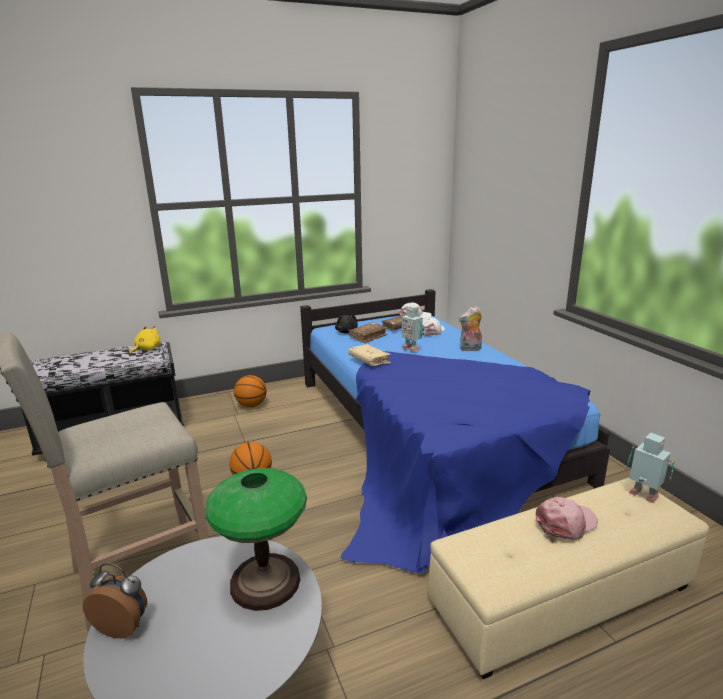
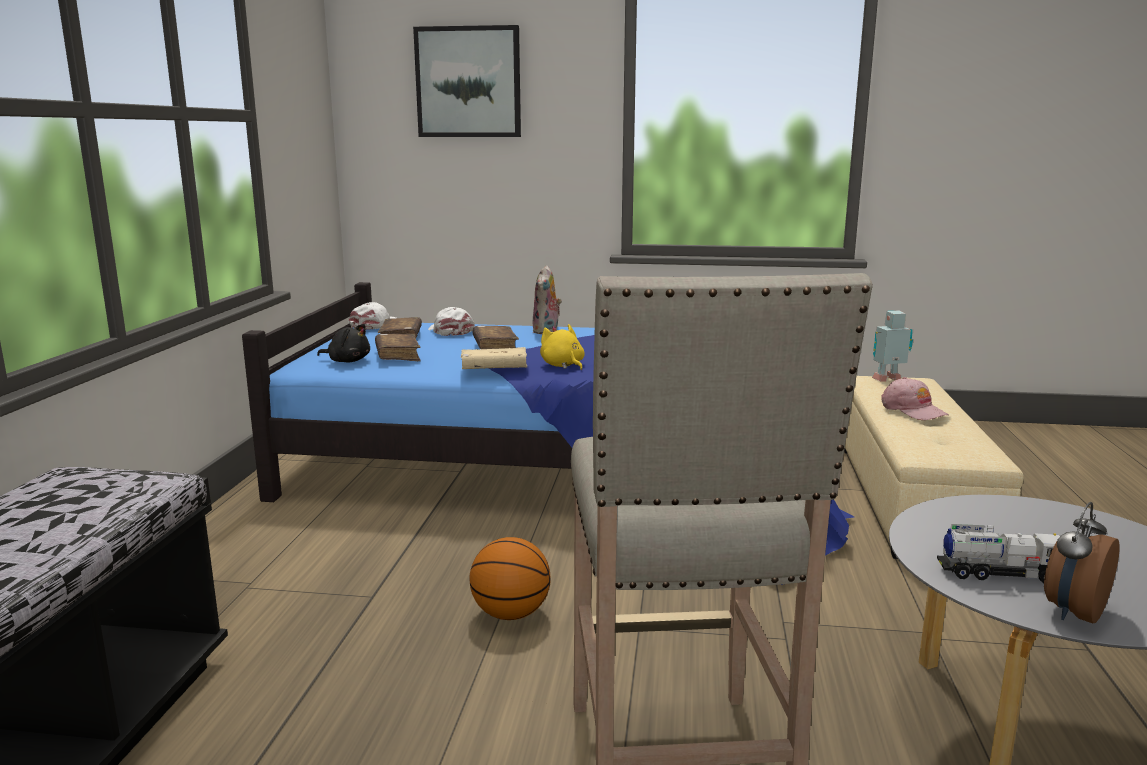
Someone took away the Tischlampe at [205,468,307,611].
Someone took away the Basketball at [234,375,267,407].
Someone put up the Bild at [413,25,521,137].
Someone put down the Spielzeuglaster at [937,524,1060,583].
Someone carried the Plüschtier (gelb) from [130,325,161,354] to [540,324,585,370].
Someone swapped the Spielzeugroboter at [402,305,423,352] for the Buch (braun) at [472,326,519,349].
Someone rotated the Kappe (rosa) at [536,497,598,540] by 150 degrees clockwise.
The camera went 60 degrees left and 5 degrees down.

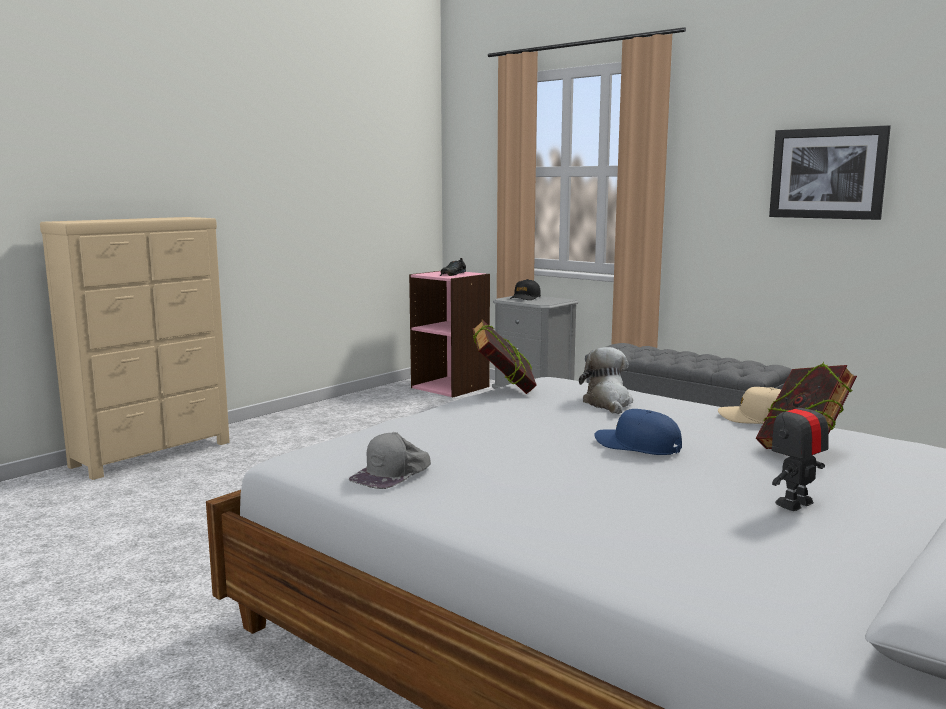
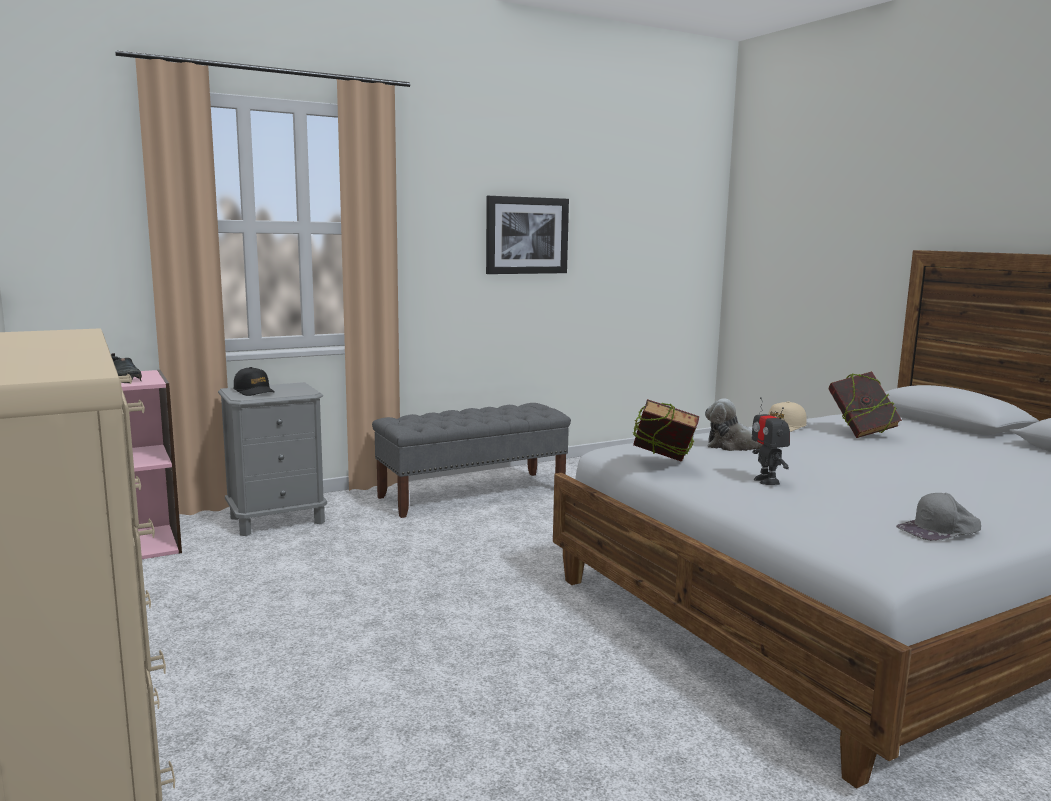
Someone took away the Kappe (blau) at [594,409,682,455].
Someone carried the Spielzeugroboter from [772,386,829,511] to [752,397,790,485].
Someone rotated the Kappe (grau) at [349,432,431,489] by 105 degrees clockwise.
The camera went 70 degrees left and 0 degrees up.

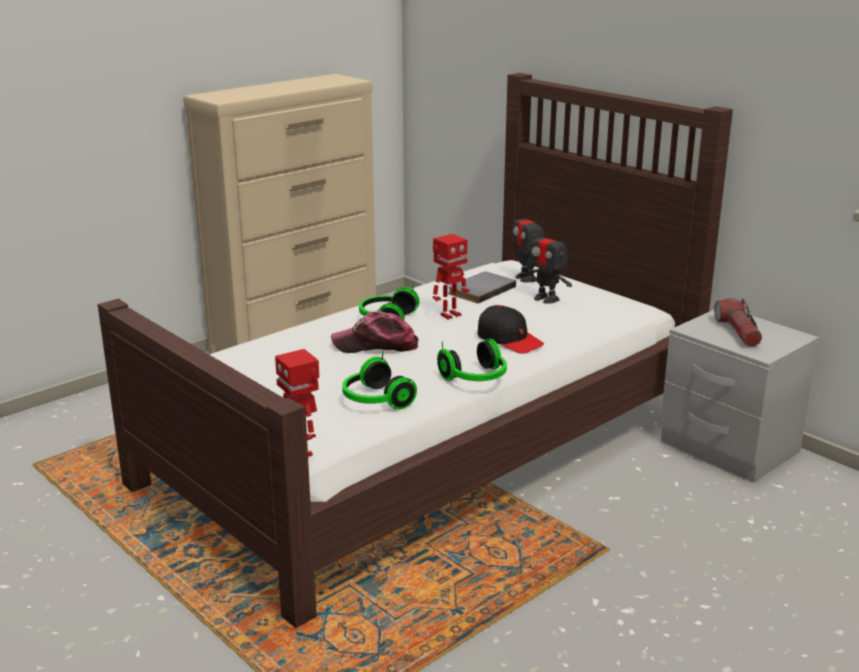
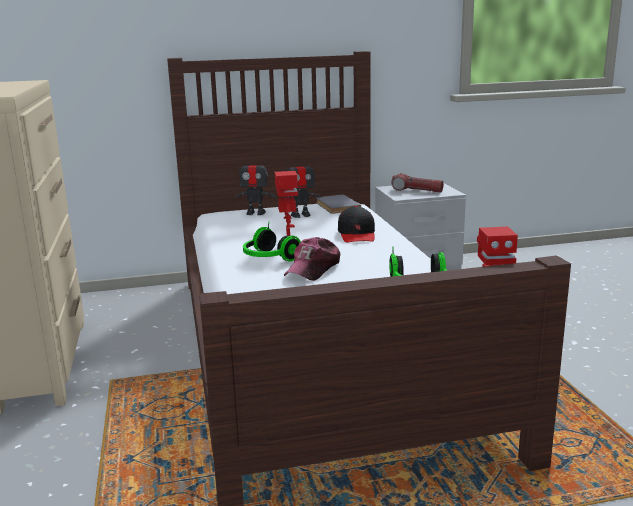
Someone took away the Kopfhörer at [437,339,507,381].
Someone carried the Buch (grau) from [448,272,516,304] to [316,194,361,214].
Someone rotated the Kappe (schwarz) at [477,305,544,354] by 105 degrees clockwise.
The camera went 60 degrees left and 5 degrees down.

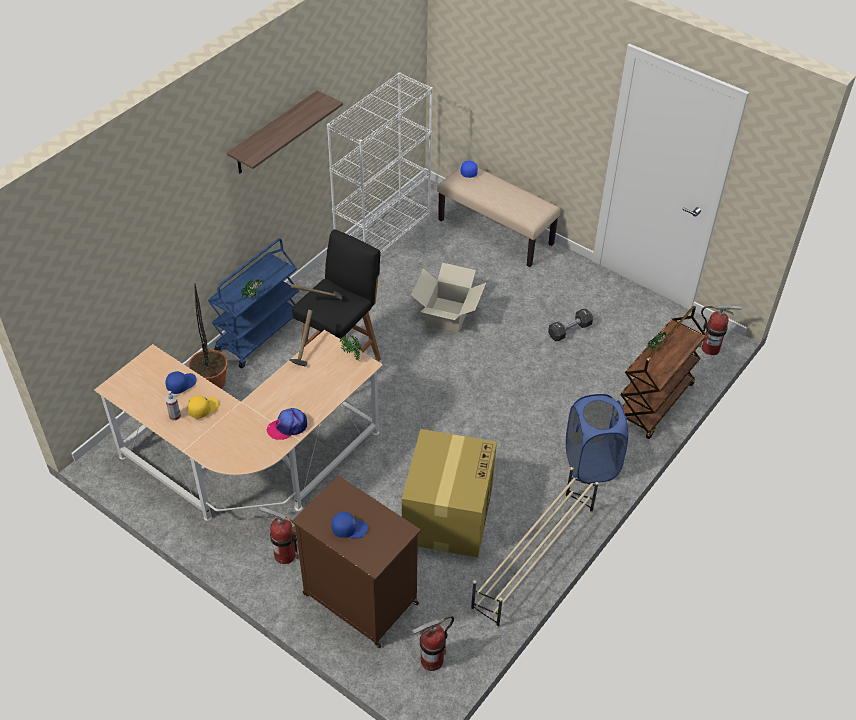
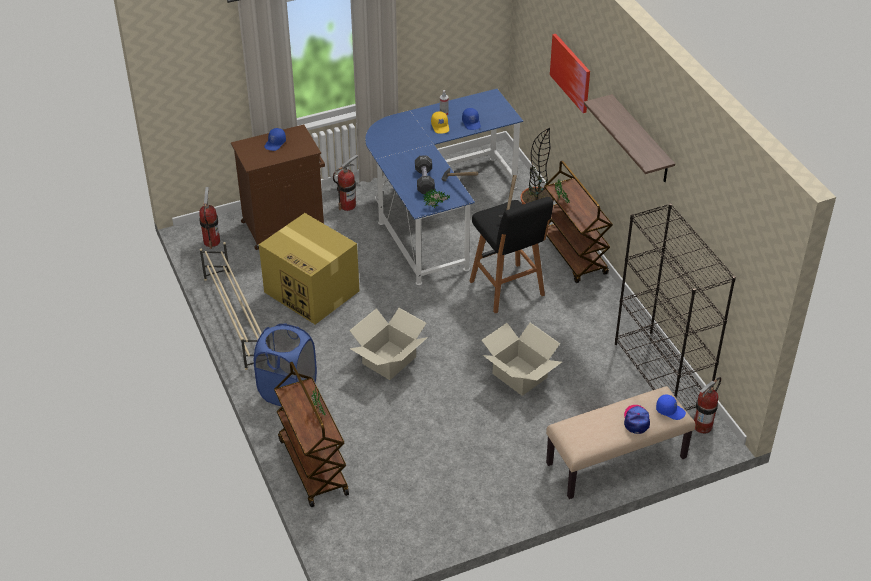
Someone put down the Karton at [349,308,428,380].
Someone put up the Bild at [550,34,590,113].
Someone carried the Kappe from [267,408,307,440] to [624,405,650,434].
Someone carried the Hantel (schwarz) from [548,309,593,341] to [415,155,435,194].
Someone carried the Feuerlöscher from [699,305,742,355] to [694,377,721,434].
Someone repainted the Schreibtisch (beige) at [94,330,383,521], which became the Schreibtisch (blau) at [365,89,523,285].
Someone repainted the Rollwagen (blau) at [208,238,299,368], which became the Rollwagen (braun) at [544,161,612,283].
Someone repainted the Bücherregal (weiß) at [327,72,433,254], which became the Bücherregal (schwarz) at [615,203,736,411].
The camera went 120 degrees right and 5 degrees down.

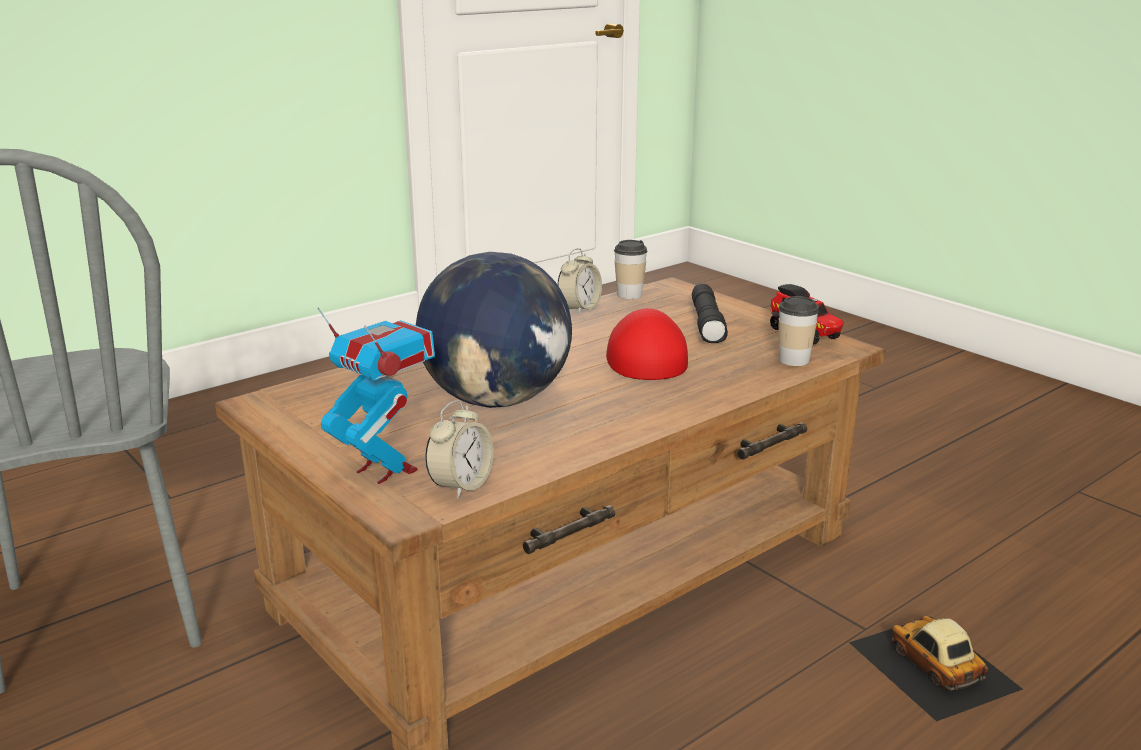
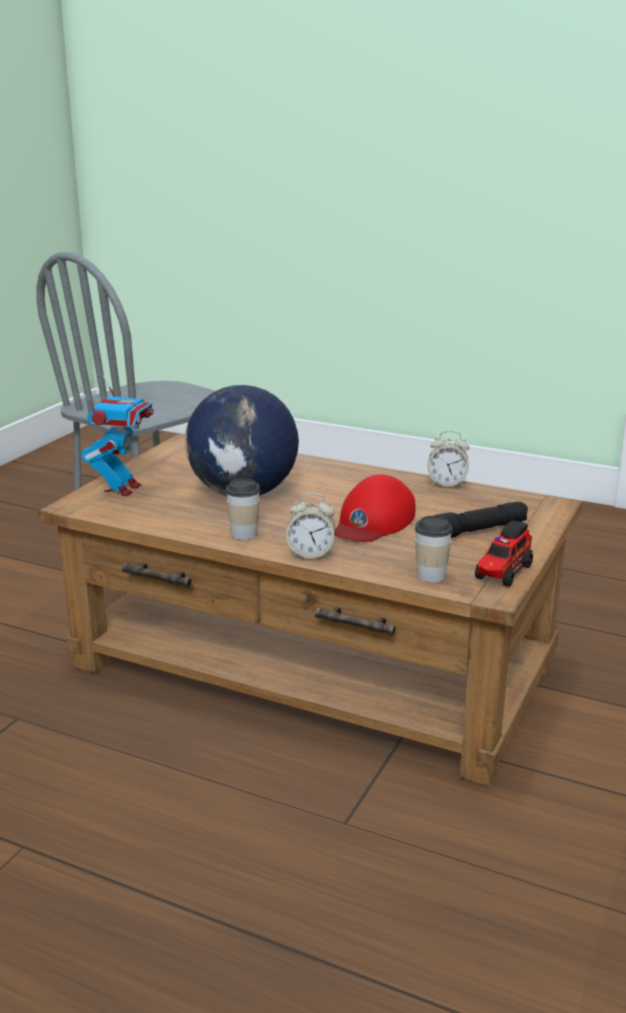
Someone took away the Spielzeugauto at [849,615,1023,722].
Someone carried the Wecker from [425,400,494,499] to [286,493,335,558].
Someone carried the Tasse from [614,240,648,299] to [226,479,260,540].
Someone rotated the Kappe (rot) at [606,308,688,380] by 150 degrees clockwise.
The camera went 65 degrees right and 0 degrees up.

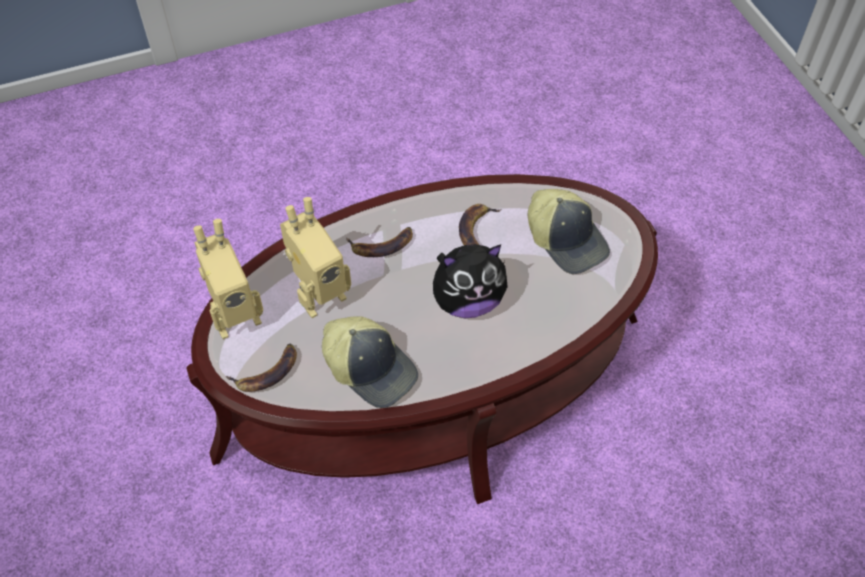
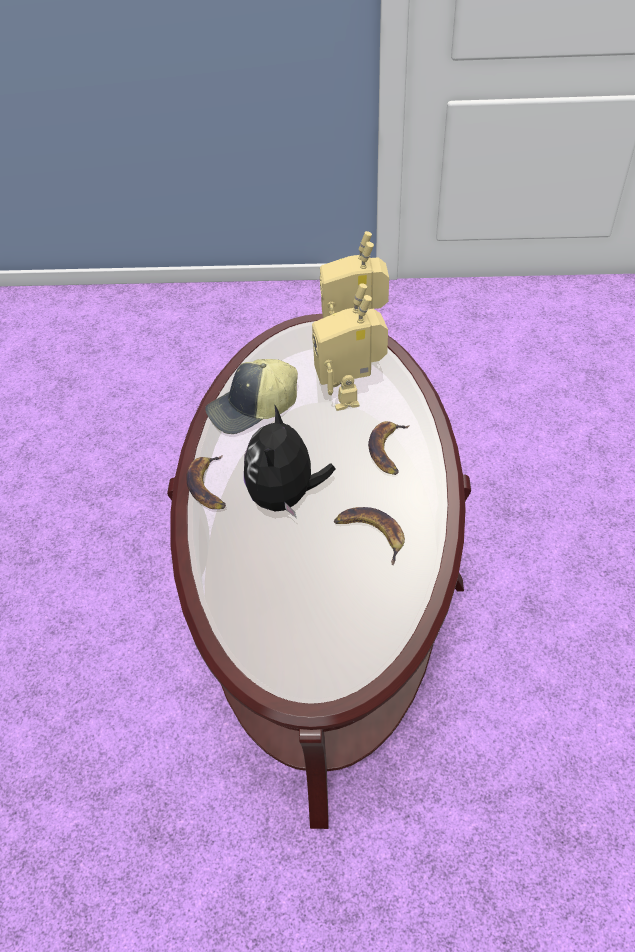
Someone took away the Kappe at [528,189,610,274].
Someone carried the Banane from [226,344,297,392] to [187,455,226,509].
The camera went 115 degrees right and 5 degrees down.

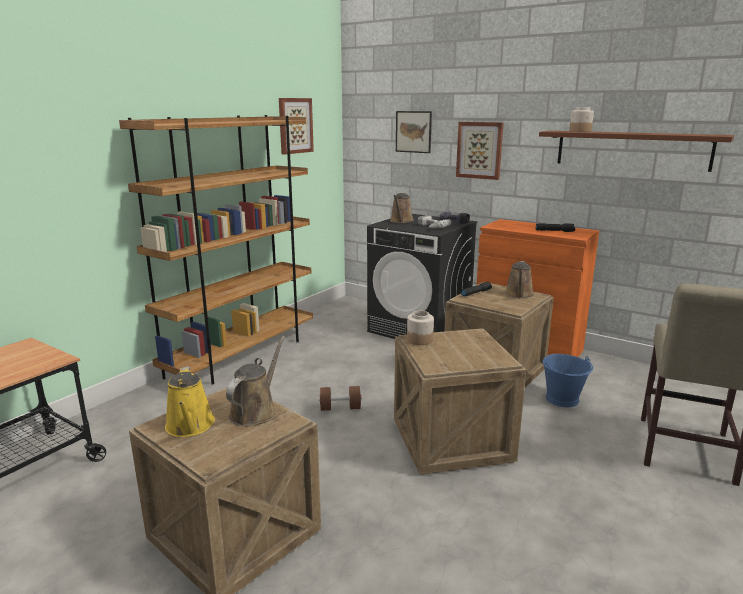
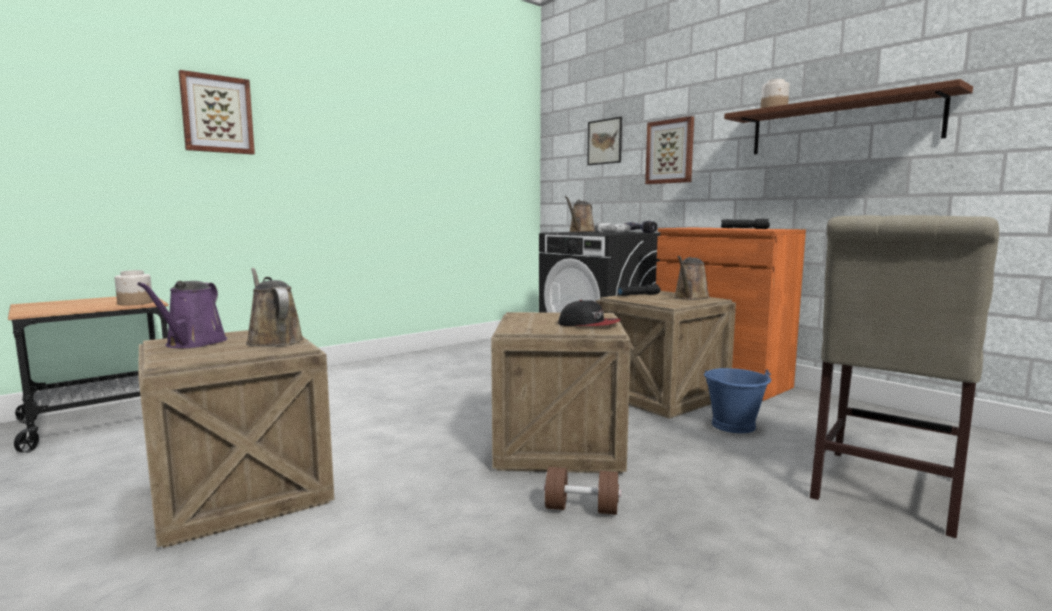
Someone took away the Bücherregal (braun) at [119,115,313,385].
Someone put down the Kappe at [558,300,621,326].
Someone carried the Bild from [279,98,314,155] to [179,70,255,154].
Someone carried the Hantel (braun) from [319,386,362,411] to [544,467,621,515].
Someone carried the Vorratsglas from [407,311,434,345] to [115,270,153,305].
Someone repainted the Gießkanne (gelb) at [165,366,215,437], which became the Gießkanne (lila) at [137,281,227,348].
Someone rotated the Gießkanne (braun) at [226,336,285,427] by 75 degrees counterclockwise.
The camera went 15 degrees right and 10 degrees down.

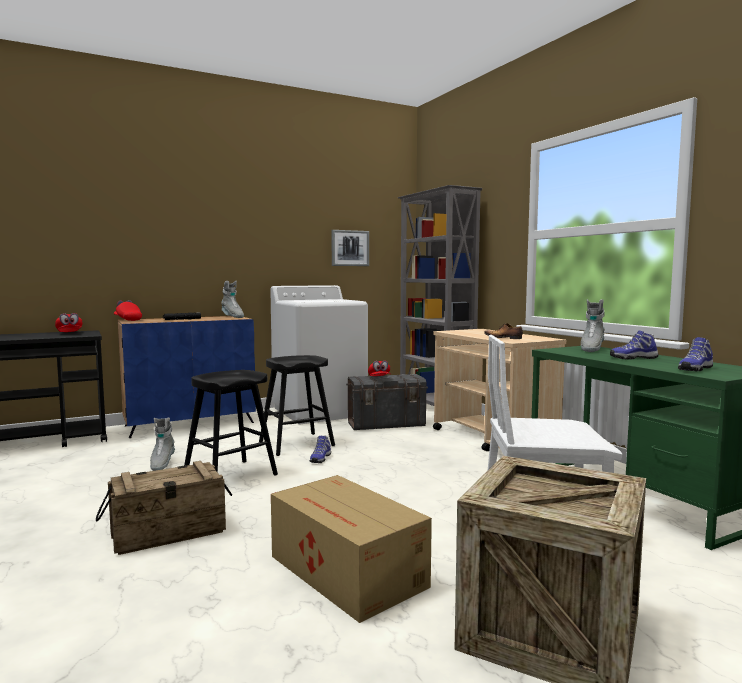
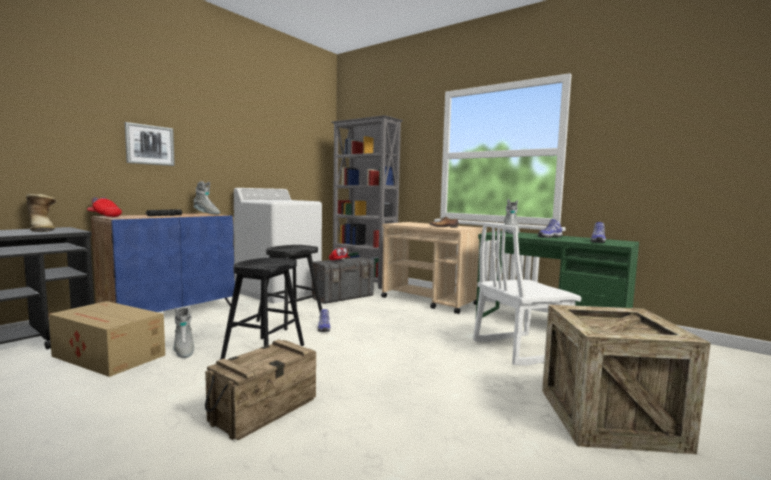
Someone carried the Karton from [271,475,432,623] to [48,301,165,377].
Someone carried the Bild from [331,230,369,266] to [125,122,175,166].
Someone swapped the Kappe (rot) at [55,313,83,332] for the Stiefel at [26,194,57,232].
The camera went 25 degrees left and 0 degrees up.

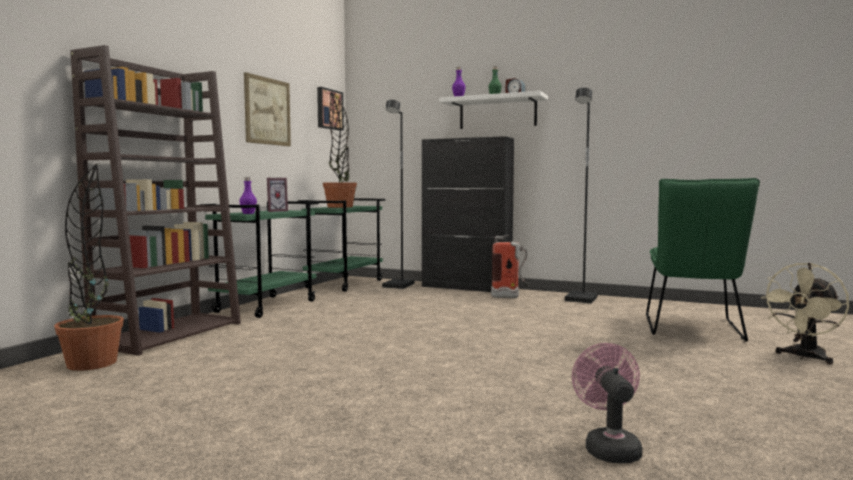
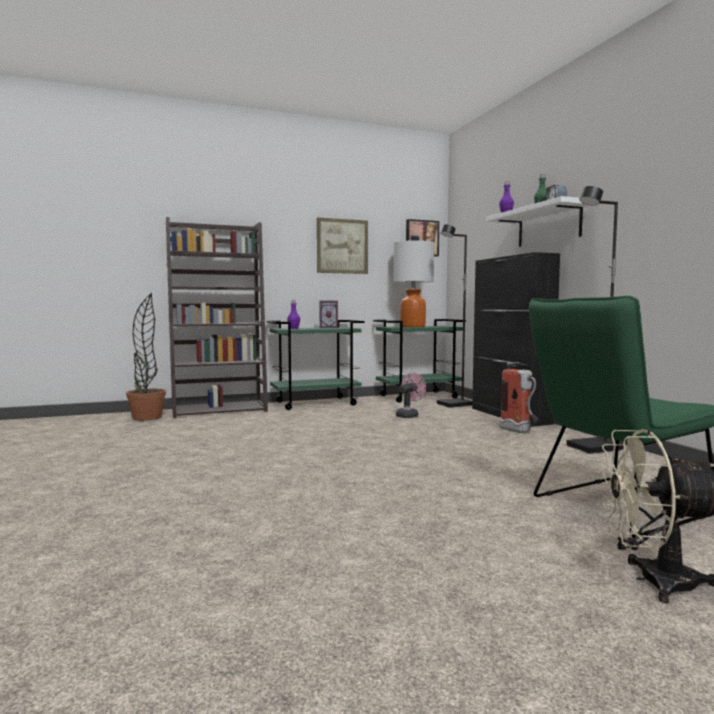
Someone carried the Ventilator (rosa) from [572,343,642,463] to [396,373,426,418].
Someone swapped the Topfpflanze at [323,91,357,208] for the Tischlampe at [393,240,434,327].
The camera went 45 degrees right and 0 degrees up.

